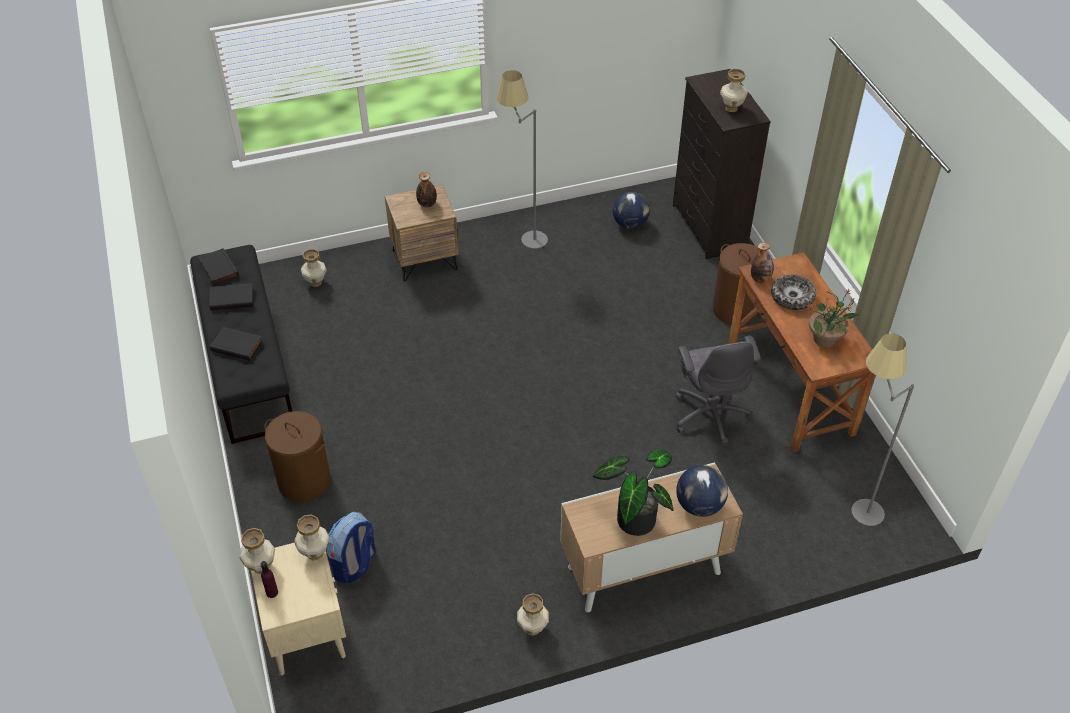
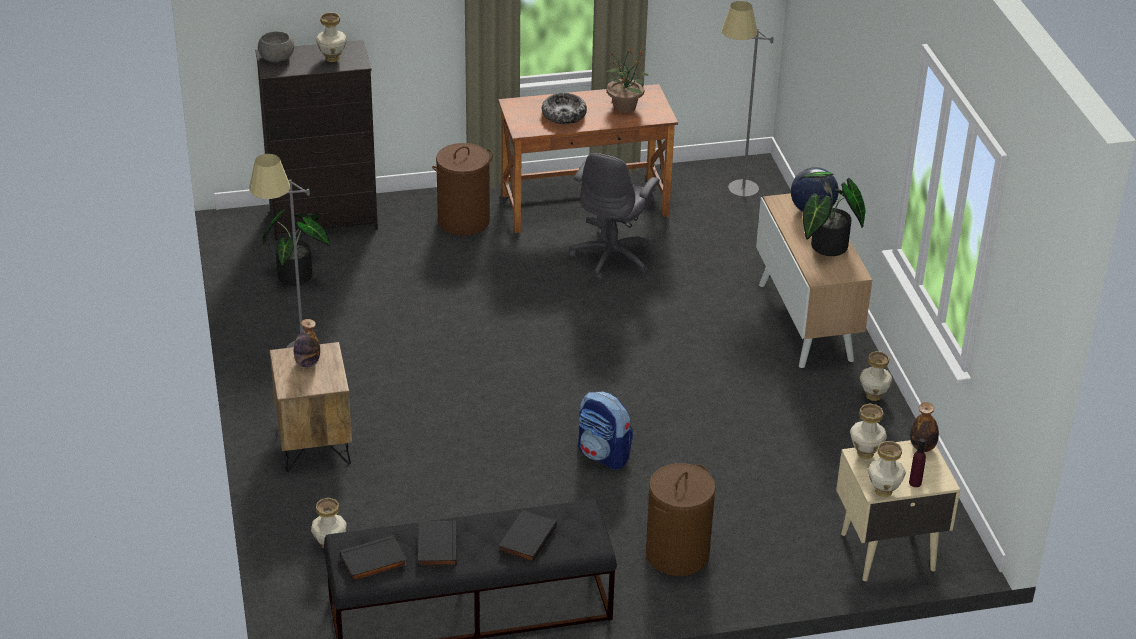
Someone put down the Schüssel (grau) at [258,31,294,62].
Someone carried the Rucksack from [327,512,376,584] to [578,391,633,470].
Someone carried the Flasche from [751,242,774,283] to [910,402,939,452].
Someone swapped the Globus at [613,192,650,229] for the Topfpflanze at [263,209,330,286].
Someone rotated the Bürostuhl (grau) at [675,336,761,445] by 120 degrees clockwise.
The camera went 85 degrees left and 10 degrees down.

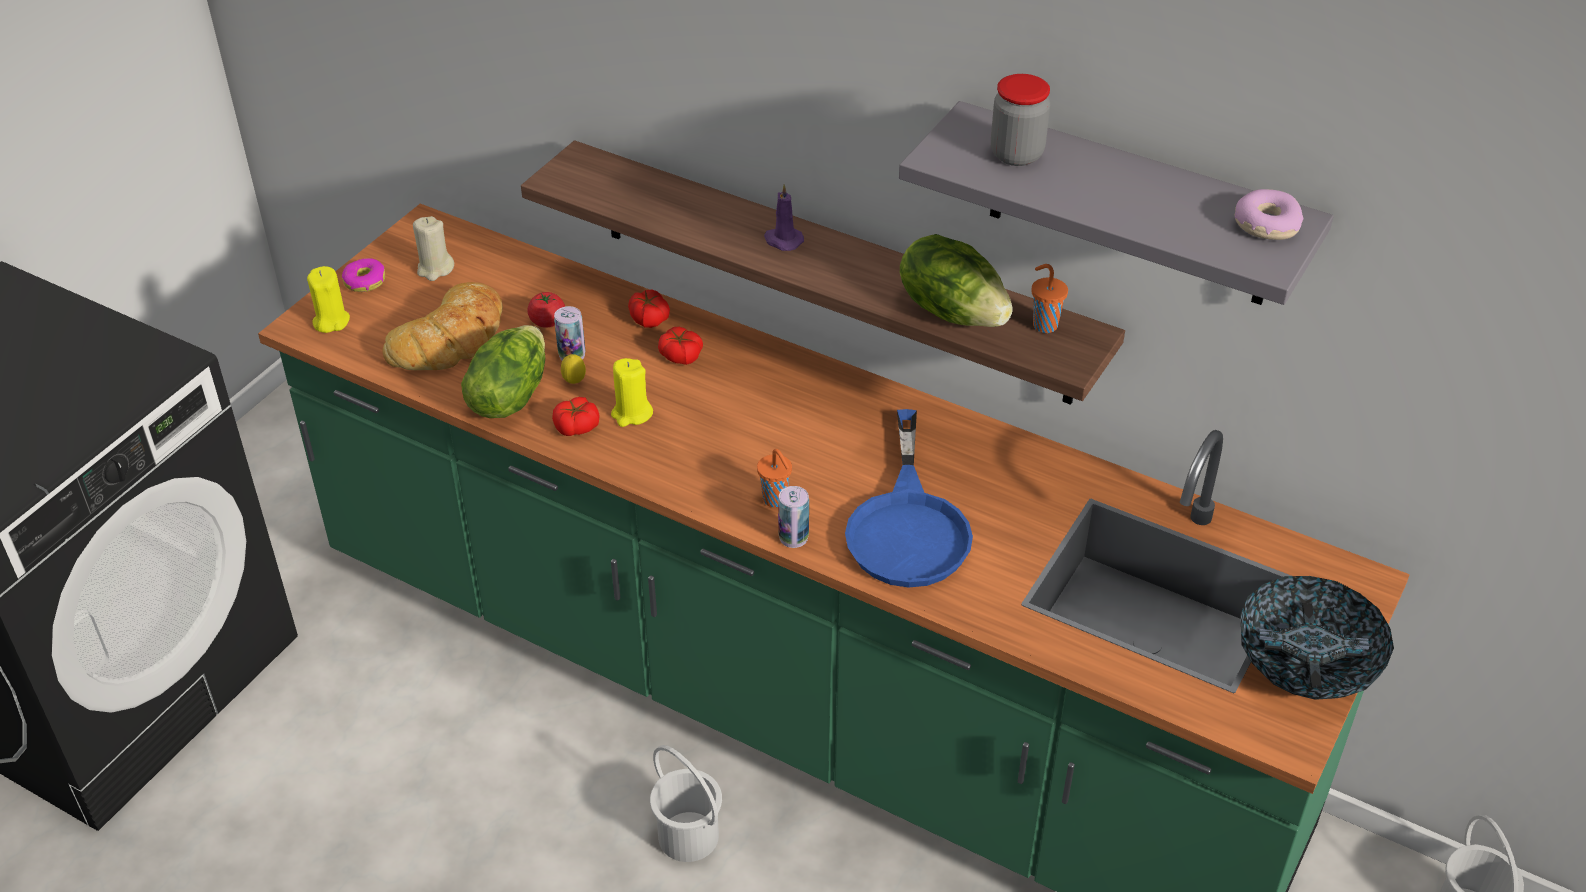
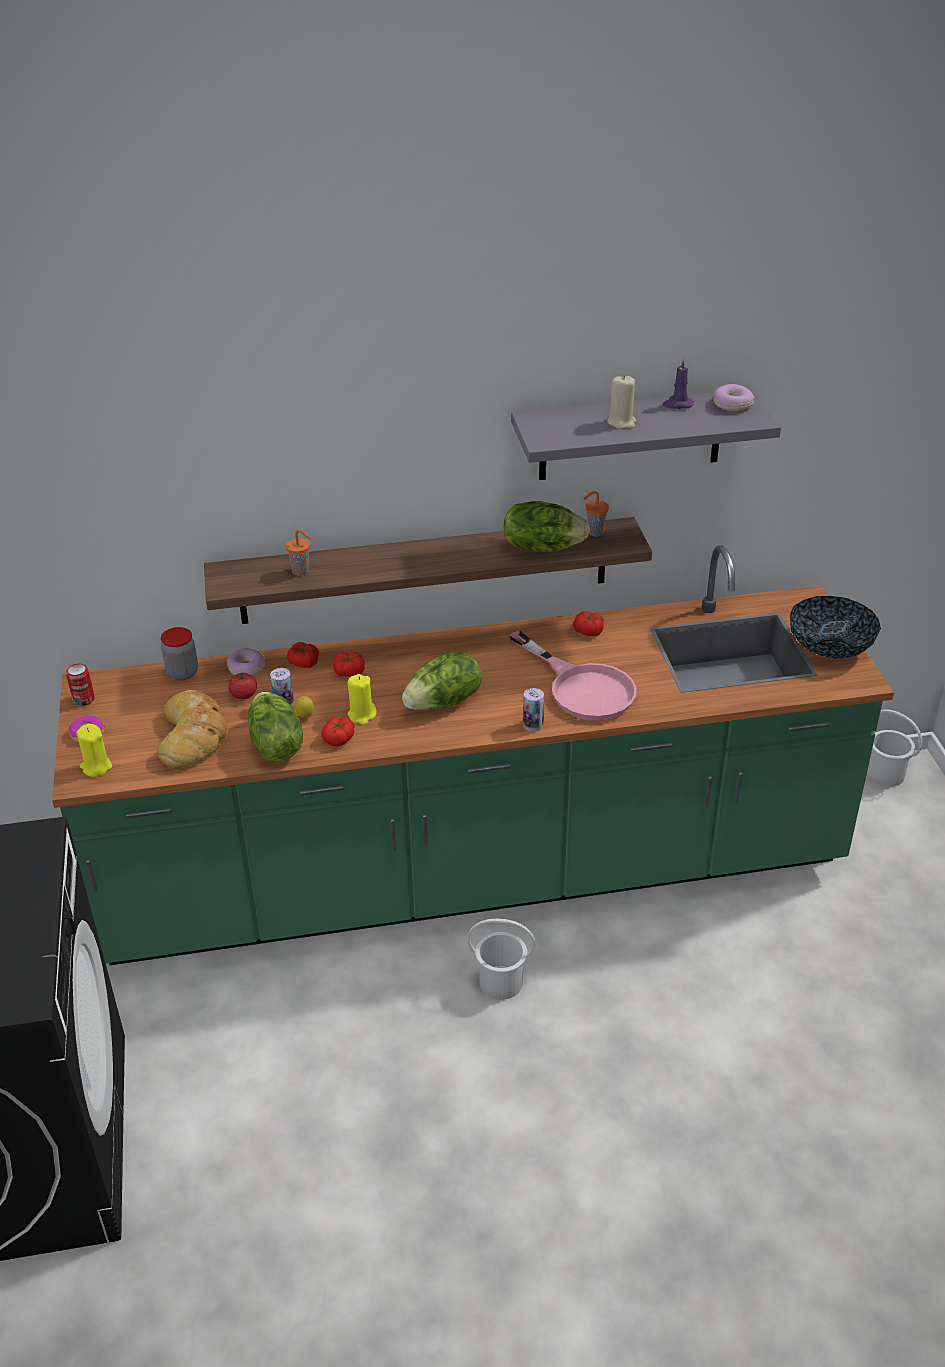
Someone put down the Dose at [66,664,95,706].
Someone put down the Donut at [227,648,266,676].
Someone put down the Salatkopf at [402,652,482,710].
Someone put down the Tomate at [573,611,604,636].
Someone carried the Kerze (beige) from [413,216,454,281] to [607,375,636,429].
Someone carried the Tasse (orange) from [757,449,792,507] to [286,529,311,576].
Someone carried the Kerze (lila) from [764,184,804,251] to [663,358,694,409].
Someone carried the Vorratsglas from [991,74,1050,166] to [161,627,198,681].
Someone repainted the Pfanne (blau) at [845,409,973,587], which became the Pfanne (rosa) at [509,630,637,721].
The camera went 40 degrees left and 5 degrees down.

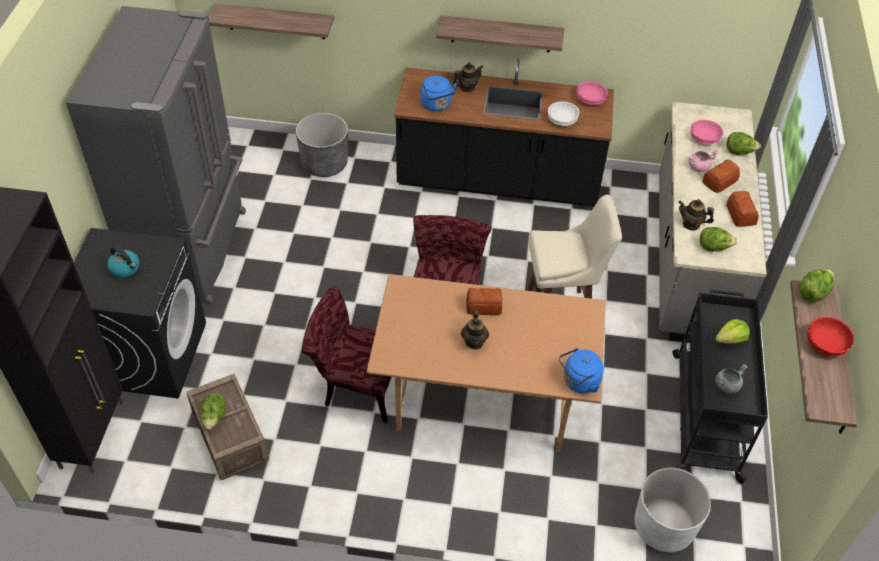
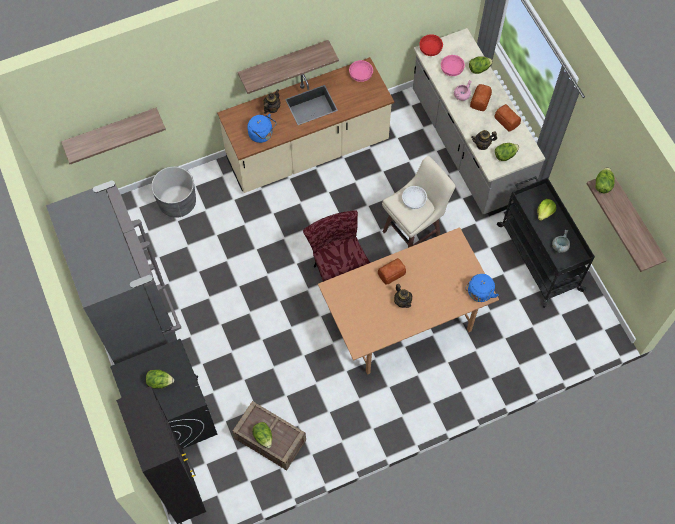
Someone took away the Stuhl (rot) at [302,287,392,424].
Someone took away the Pflanzkübel (weiß) at [635,468,711,552].
Someone carried the Schüssel (weiß) from [548,102,580,126] to [402,186,427,209].
Someone carried the Schüssel (rot) from [807,317,854,357] to [420,34,443,56].
Someone swapped the Wasserkessel at [107,246,140,278] for the Salatkopf at [146,370,174,389].
Someone repainted the Küchenzeile (schwarz) at [394,59,614,207], which became the Küchenzeile (beige) at [217,57,394,193].
The camera went 30 degrees left and 15 degrees up.

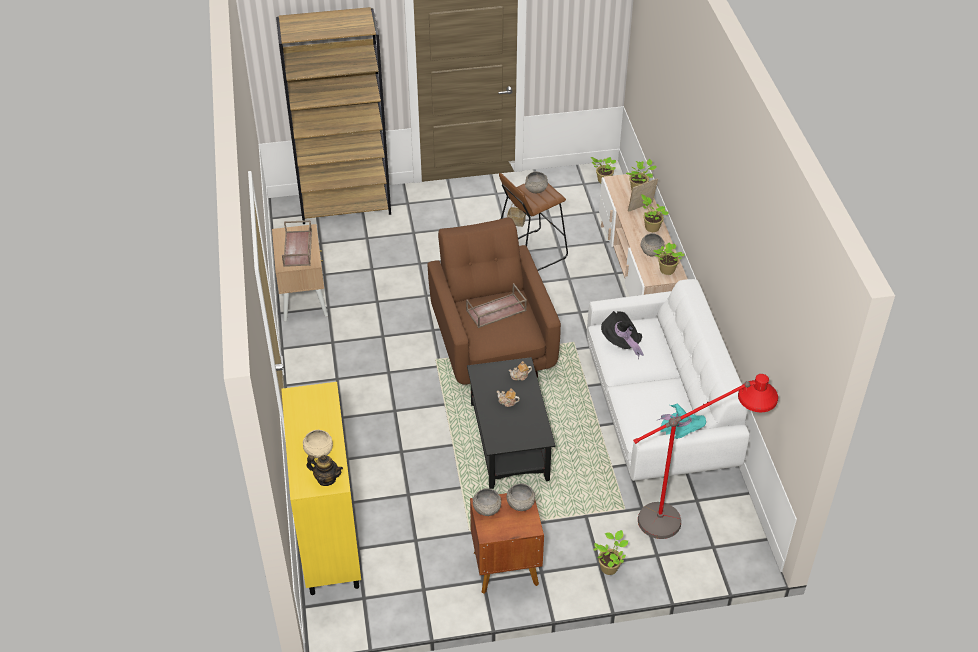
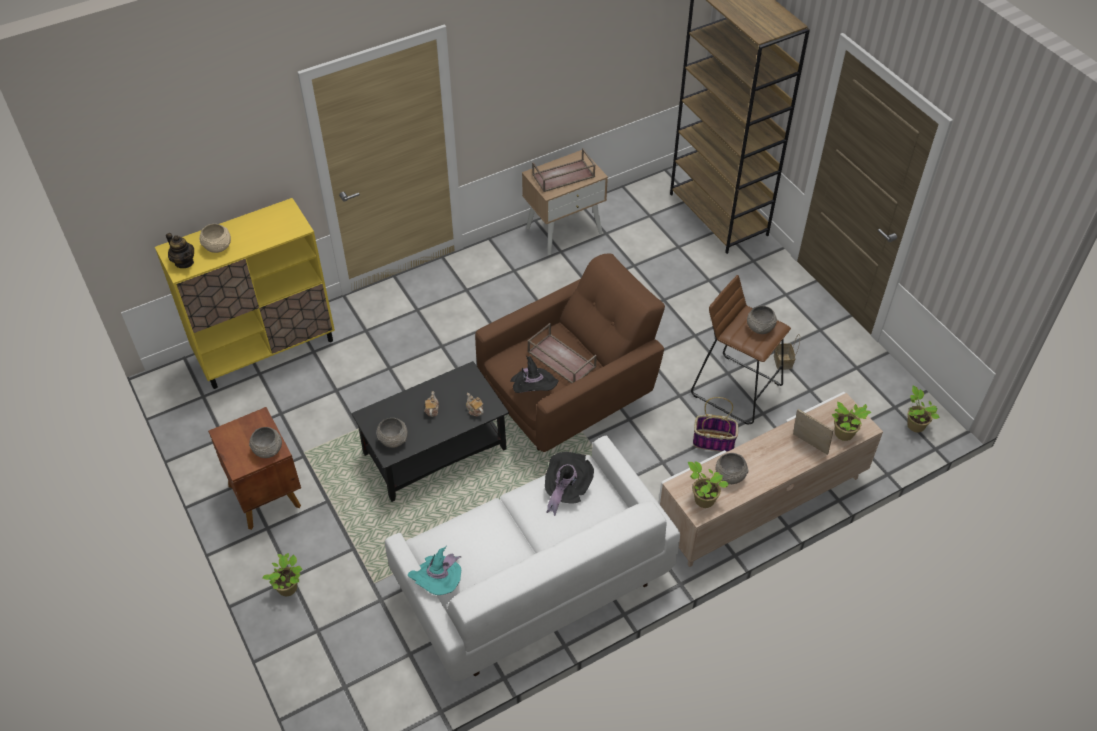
Someone took away the Stehlampe (rot) at [633,374,778,539].
Someone took away the Topfpflanze at [641,194,669,232].
Someone put down the Hut (schwarz) at [510,356,558,393].
Someone put down the Korb at [693,397,738,452].
Someone carried the Schüssel (grau) from [473,488,501,516] to [376,418,408,448].
Someone rotated the Teekanne at [306,455,343,486] by 45 degrees counterclockwise.
The camera went 70 degrees right and 5 degrees up.

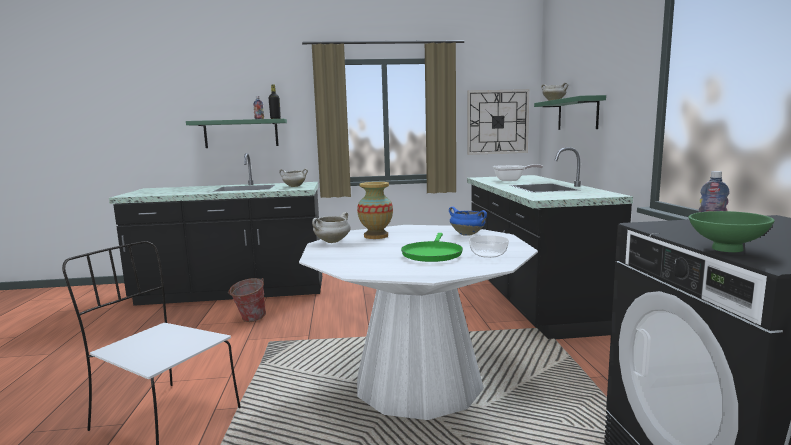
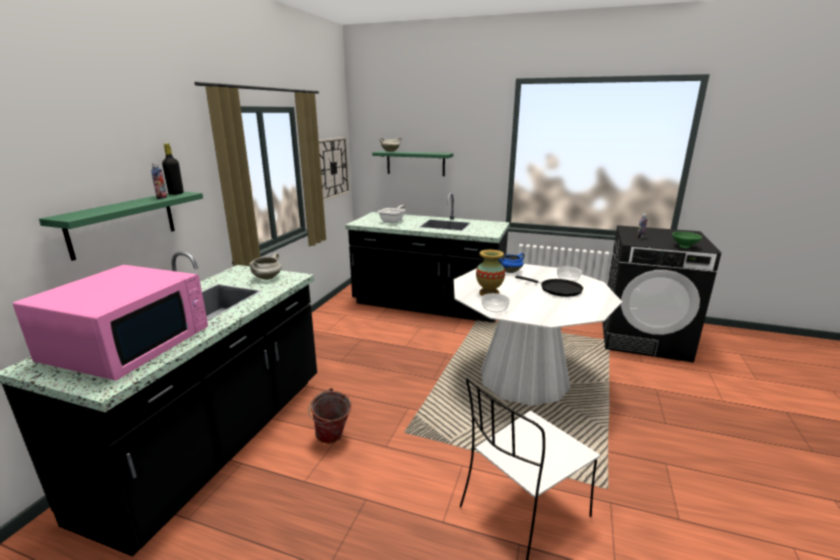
Someone put down the Mikrowelle (rosa) at [13,265,208,381].
Someone swapped the Kochtopf (weiß) at [312,212,351,243] for the Schüssel at [481,293,510,312].
Someone repainted the Pfanne (grün) at [401,233,463,262], which became the Pfanne (schwarz) at [515,276,583,297].
The camera went 65 degrees left and 10 degrees up.

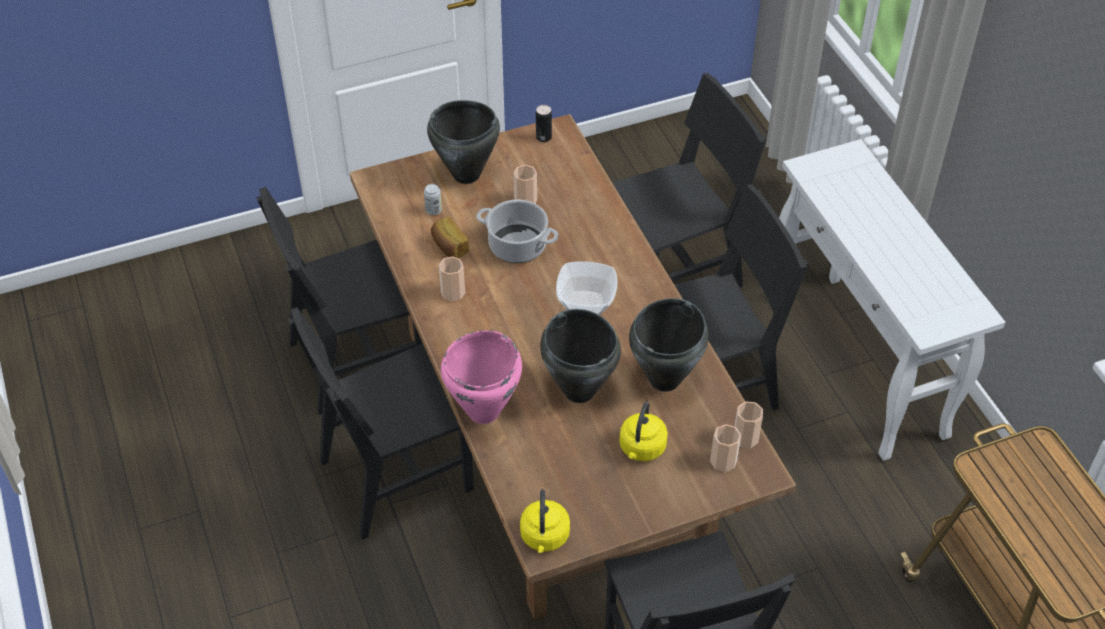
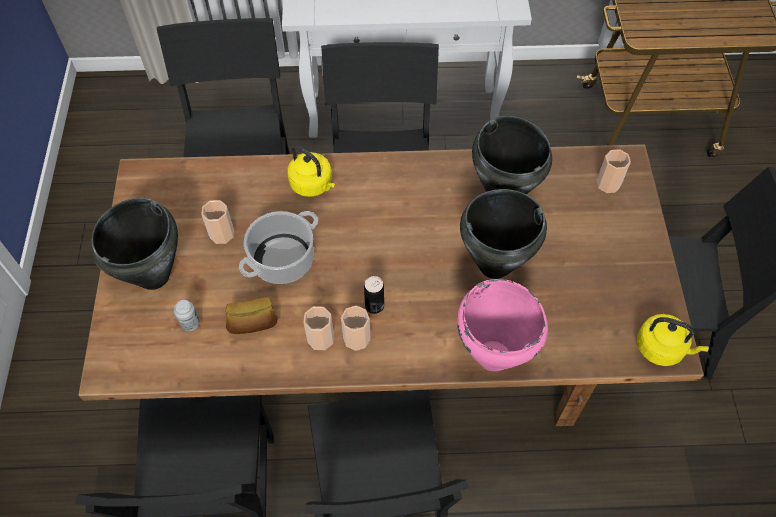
Someone took away the Schüssel at [556,261,617,315].
Someone carried the Dose from [536,105,552,142] to [364,276,384,314].
Someone carried the Wasserkessel (gelb) from [619,401,668,461] to [287,146,335,197].
Someone carried the Tasse from [735,401,763,448] to [341,305,371,351].
The camera went 70 degrees left and 10 degrees up.

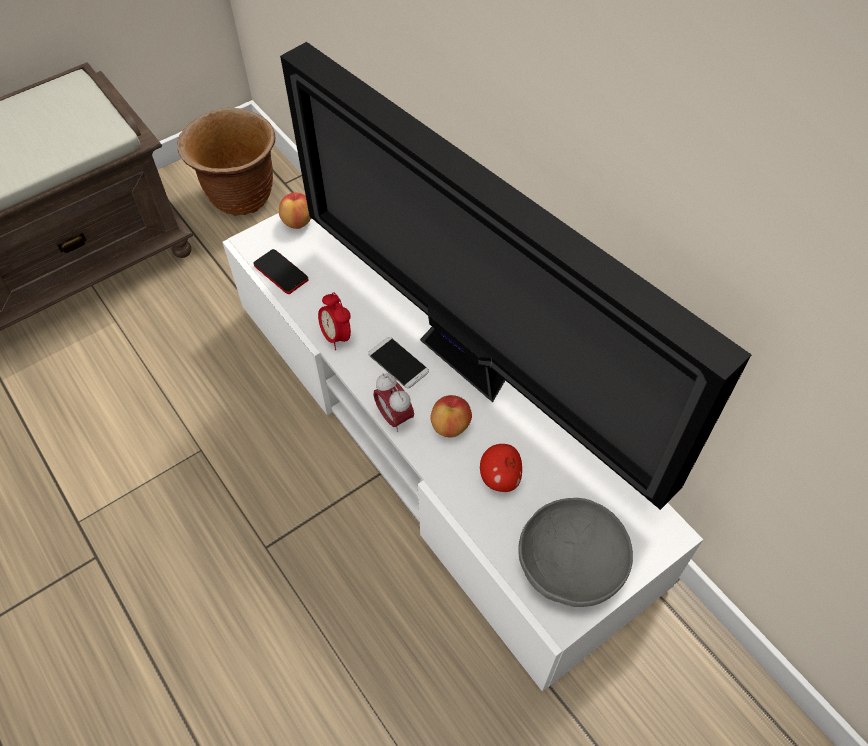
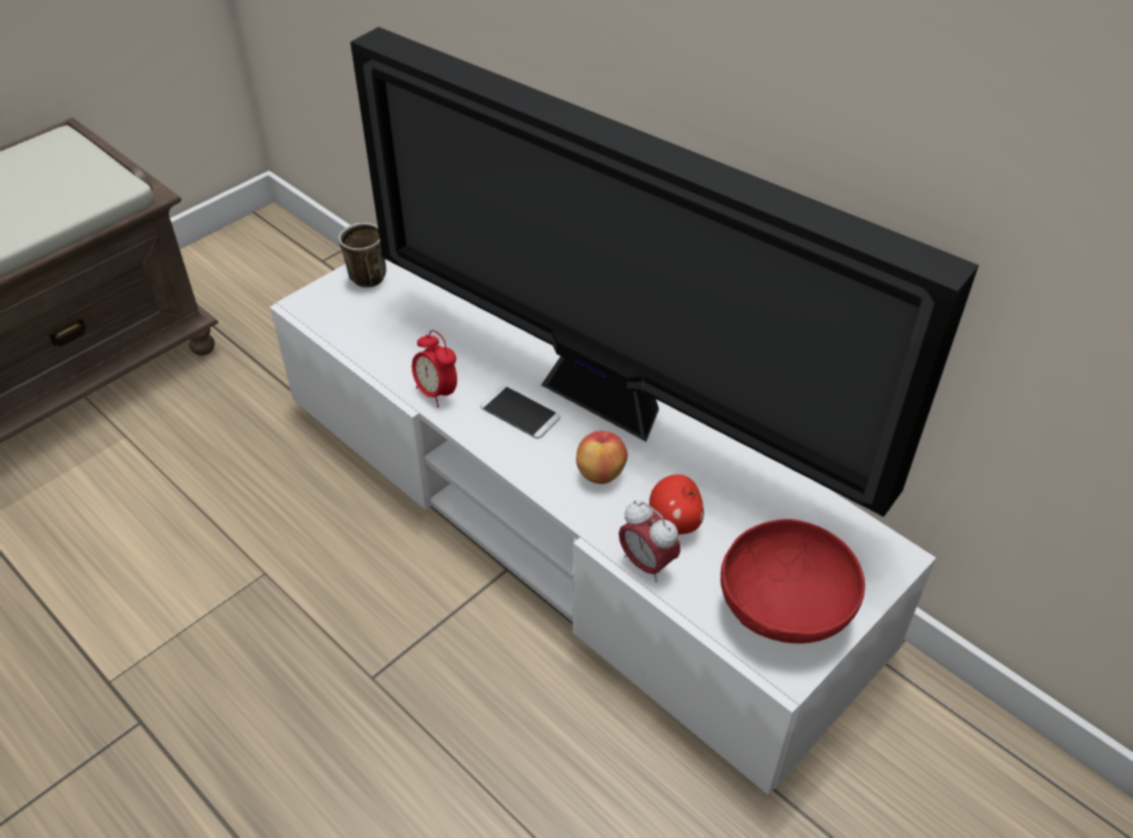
Someone took away the Pflanzkübel (braun) at [177,108,275,215].
Someone took away the Handy at [253,249,309,294].
Someone carried the Wecker from [373,374,414,432] to [619,500,681,583].
Someone swapped the Apfel at [279,193,311,229] for the Henkelbecher at [339,223,387,288].
Someone repainted the Schüssel (grau) at [518,498,633,607], which became the Schüssel (rot) at [720,519,865,644].
The camera went 10 degrees left and 10 degrees down.

